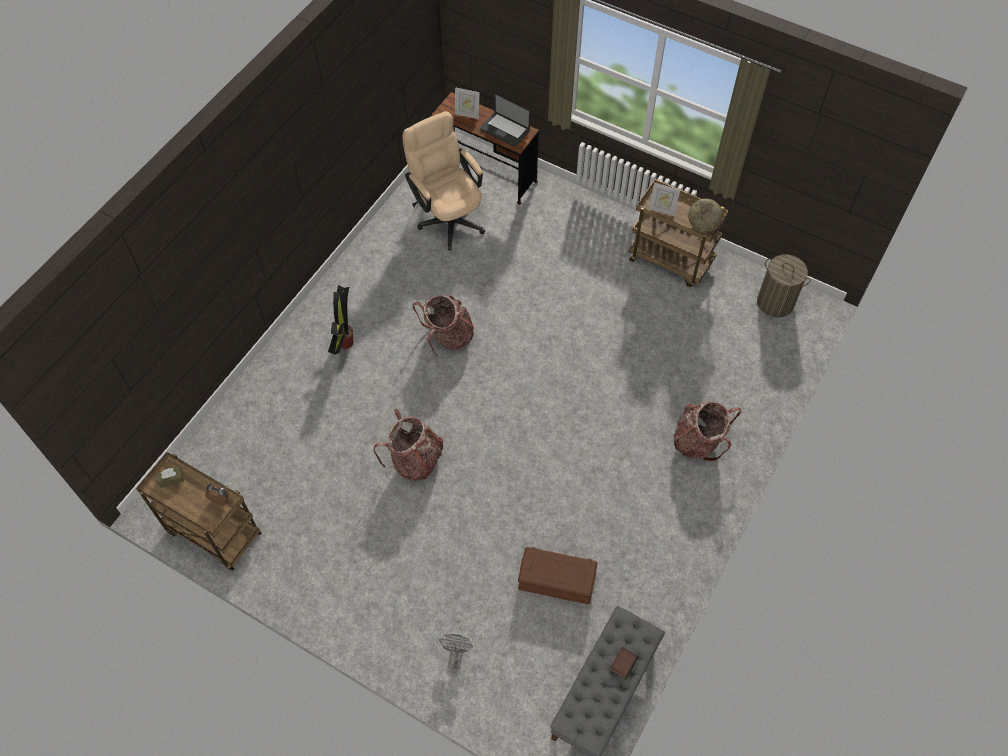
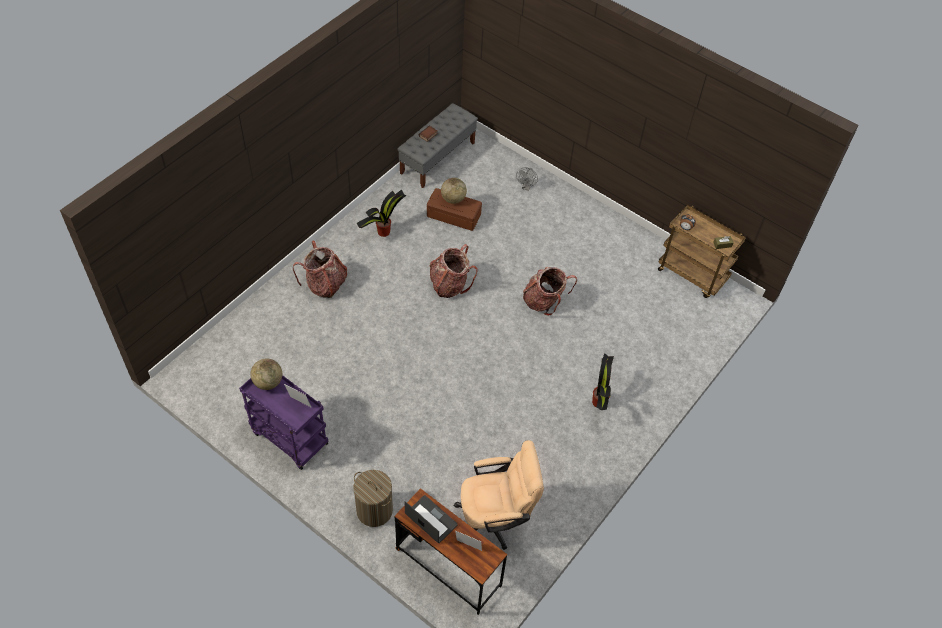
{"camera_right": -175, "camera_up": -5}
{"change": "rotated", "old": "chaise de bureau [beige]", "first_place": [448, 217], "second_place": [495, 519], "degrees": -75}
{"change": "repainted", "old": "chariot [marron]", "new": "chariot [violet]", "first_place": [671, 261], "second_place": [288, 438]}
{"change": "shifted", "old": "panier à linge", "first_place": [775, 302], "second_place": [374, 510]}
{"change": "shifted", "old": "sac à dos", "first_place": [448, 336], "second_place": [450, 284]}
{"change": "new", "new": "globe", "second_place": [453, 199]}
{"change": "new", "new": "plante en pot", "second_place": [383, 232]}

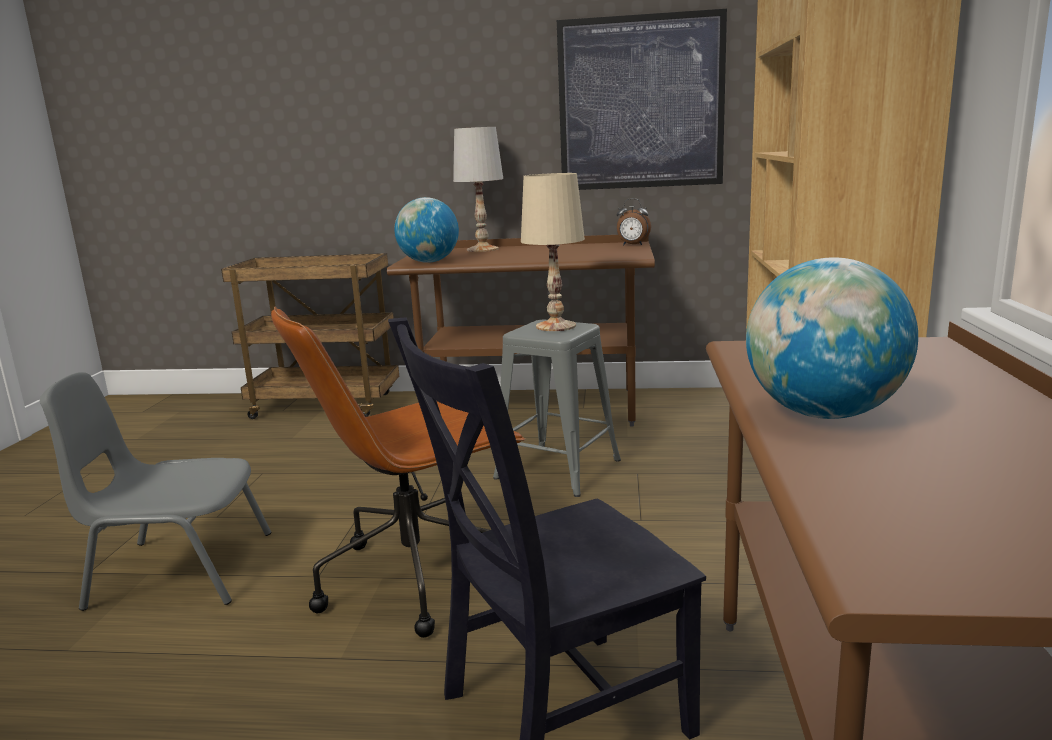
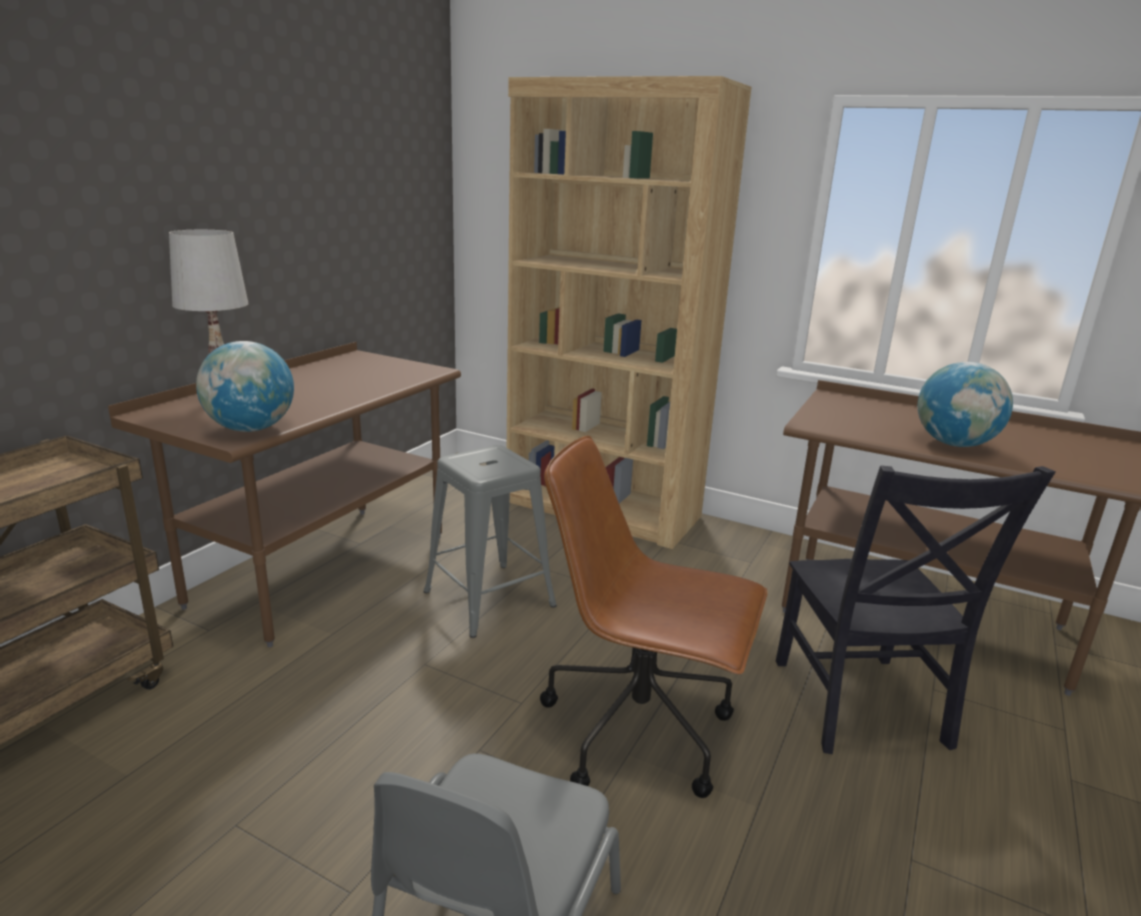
{"camera_right": -70, "camera_up": 5}
{"change": "gone", "old": "tableau", "first_place": [640, 103]}
{"change": "gone", "old": "lampe de table [beige]", "first_place": [556, 326]}
{"change": "gone", "old": "réveil", "first_place": [632, 245]}
{"change": "rotated", "old": "chaise de bureau [marron]", "first_place": [417, 577], "second_place": [641, 731], "degrees": 120}

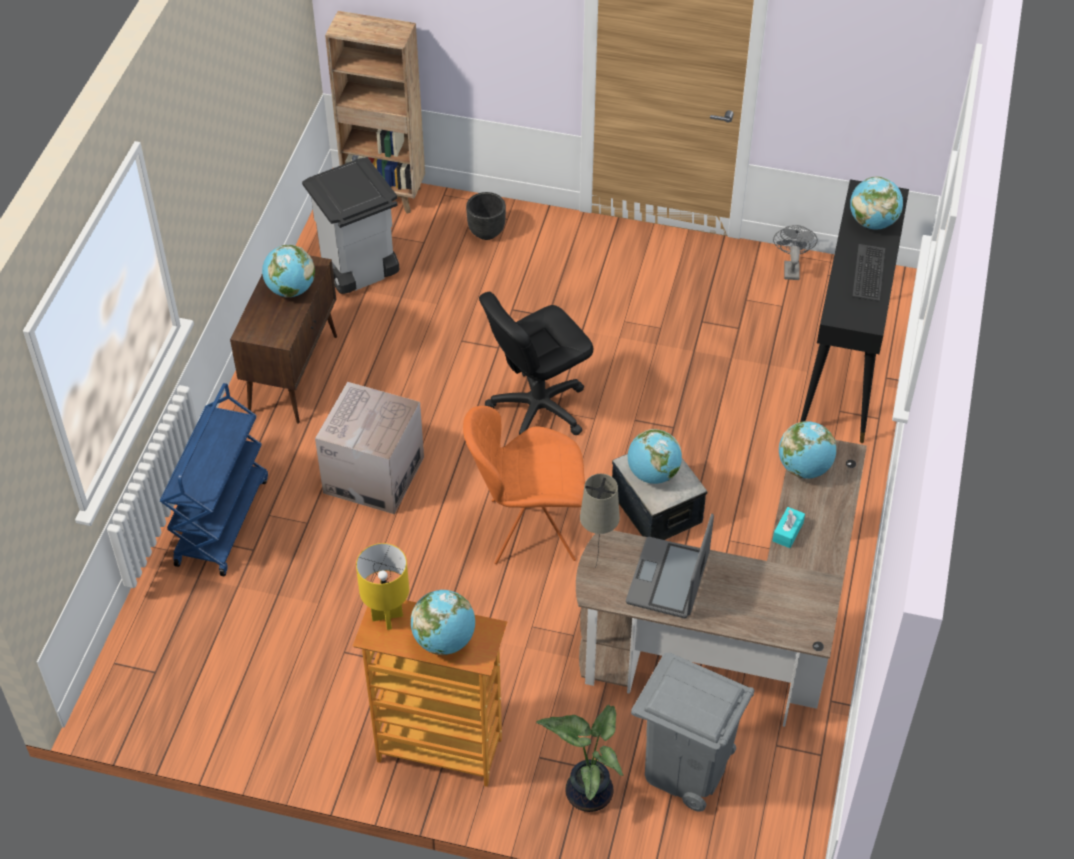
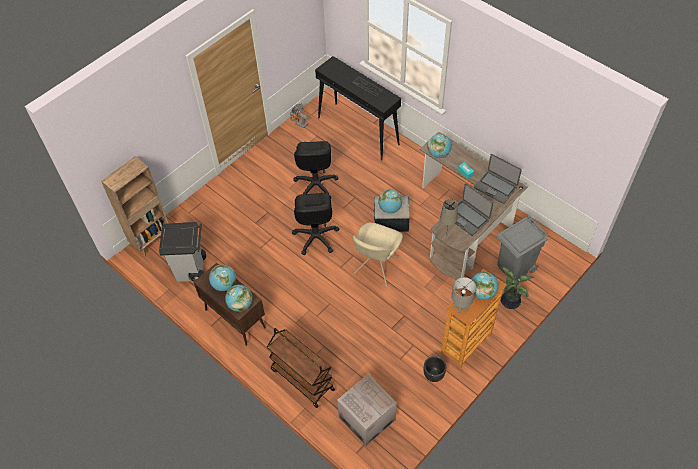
{"camera_right": -60, "camera_up": 5}
{"change": "shifted", "old": "globe", "first_place": [872, 222], "second_place": [240, 304]}
{"change": "shifted", "old": "cache-pot [noir]", "first_place": [486, 232], "second_place": [433, 375]}
{"change": "shifted", "old": "carton", "first_place": [373, 475], "second_place": [367, 418]}
{"change": "repainted", "old": "chariot [bleu]", "new": "chariot [marron]", "first_place": [221, 520], "second_place": [302, 379]}
{"change": "repainted", "old": "chaise [orange]", "new": "chaise [beige]", "first_place": [528, 530], "second_place": [376, 267]}
{"change": "repainted", "old": "lampe de table [jaune]", "new": "lampe de table [gris]", "first_place": [387, 617], "second_place": [460, 308]}
{"change": "new", "new": "chaise de bureau [noir]", "second_place": [315, 185]}
{"change": "new", "new": "ordinateur portable", "second_place": [495, 187]}

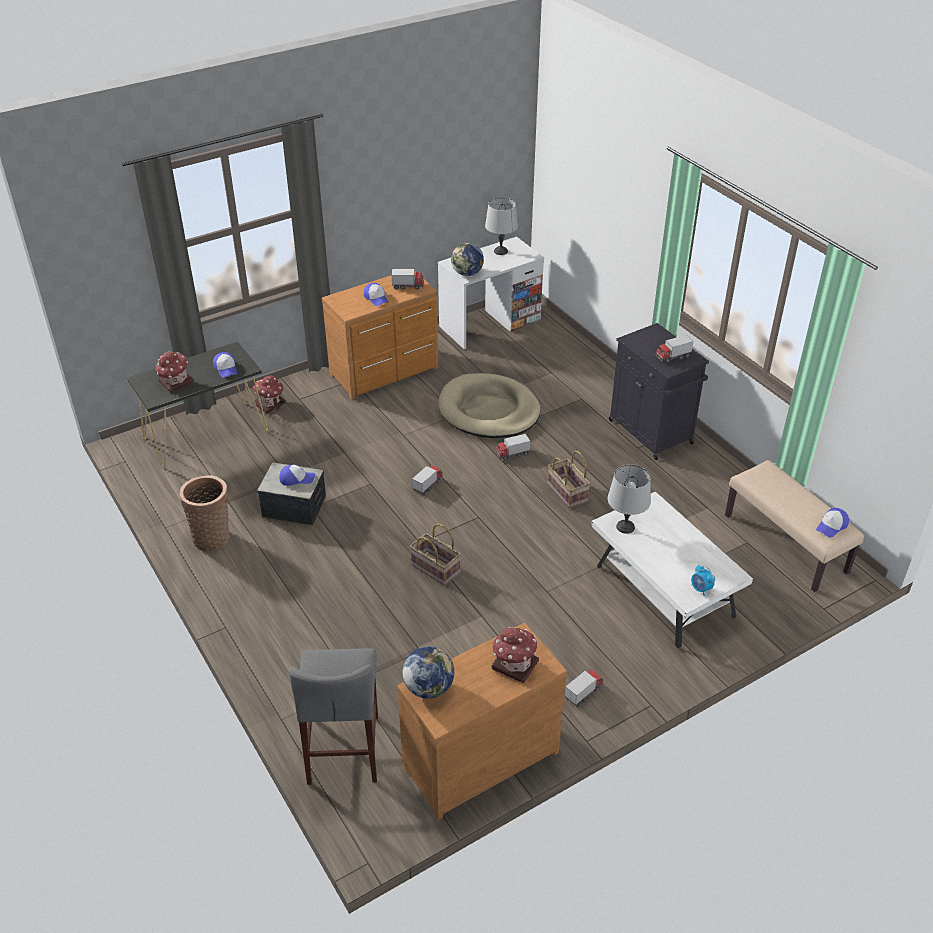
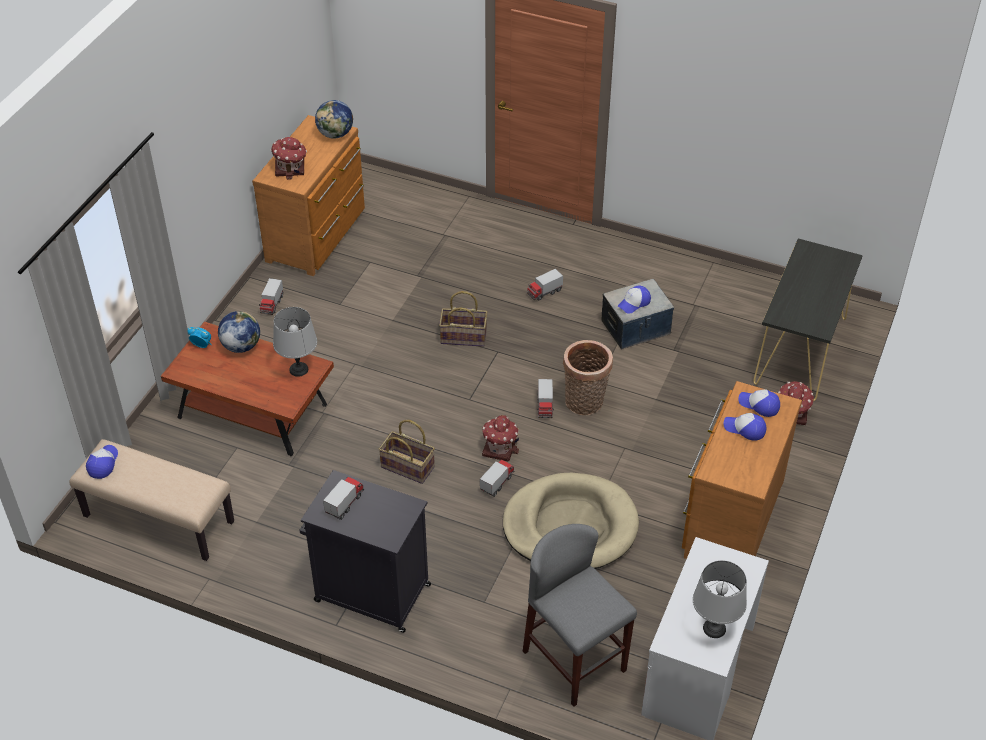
{"camera_right": 145, "camera_up": 5}
{"change": "shifted", "old": "globe", "first_place": [467, 273], "second_place": [241, 346]}
{"change": "shifted", "old": "camion jouet", "first_place": [408, 286], "second_place": [544, 292]}
{"change": "shifted", "old": "maison miniature", "first_place": [175, 382], "second_place": [500, 447]}
{"change": "shifted", "old": "casquette", "first_place": [226, 368], "second_place": [759, 405]}
{"change": "shifted", "old": "panier", "first_place": [212, 537], "second_place": [585, 403]}
{"change": "repainted", "old": "table basse [blanc]", "new": "table basse [marron]", "first_place": [663, 592], "second_place": [253, 412]}
{"change": "shifted", "old": "tabouret [gris]", "first_place": [344, 749], "second_place": [574, 661]}

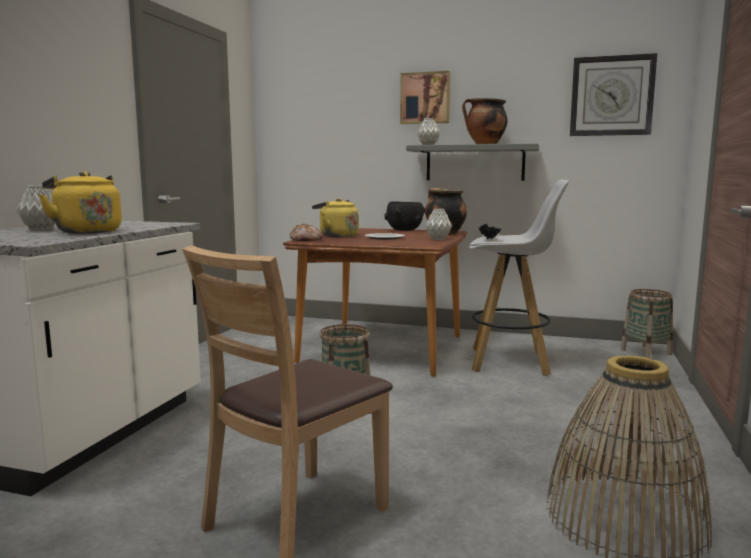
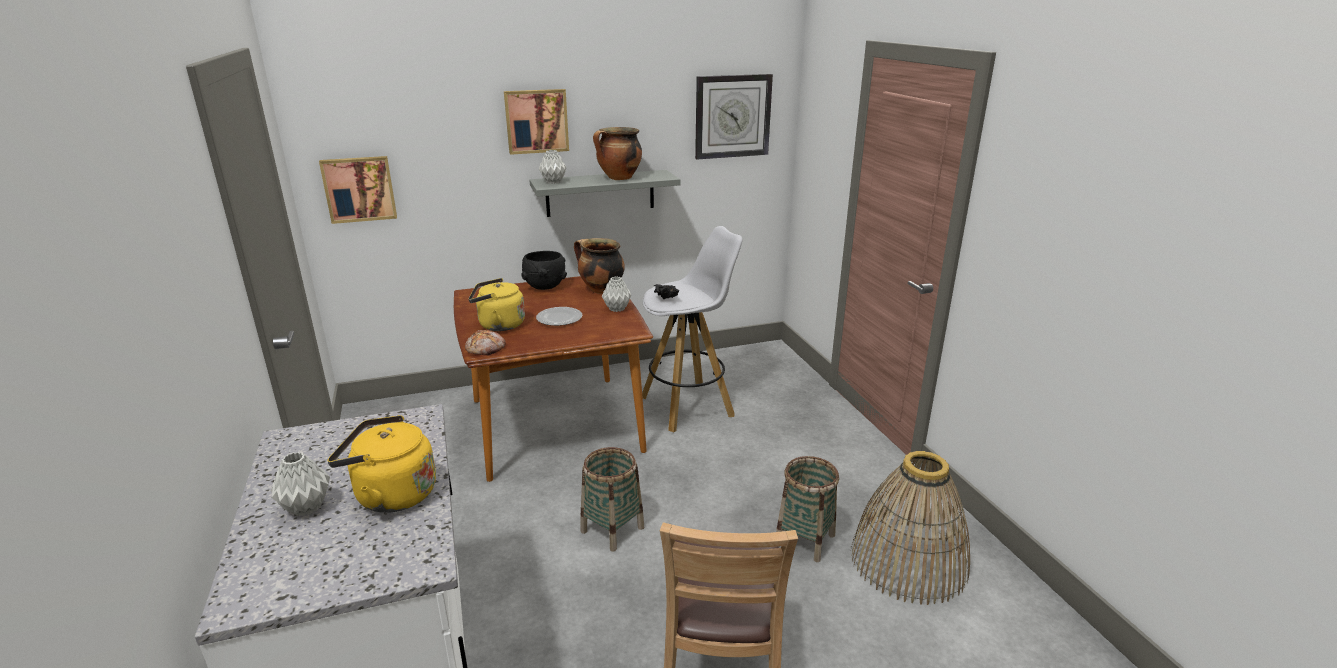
{"camera_right": -35, "camera_up": 15}
{"change": "shifted", "old": "panier", "first_place": [646, 352], "second_place": [805, 540]}
{"change": "new", "new": "tableau", "second_place": [359, 189]}

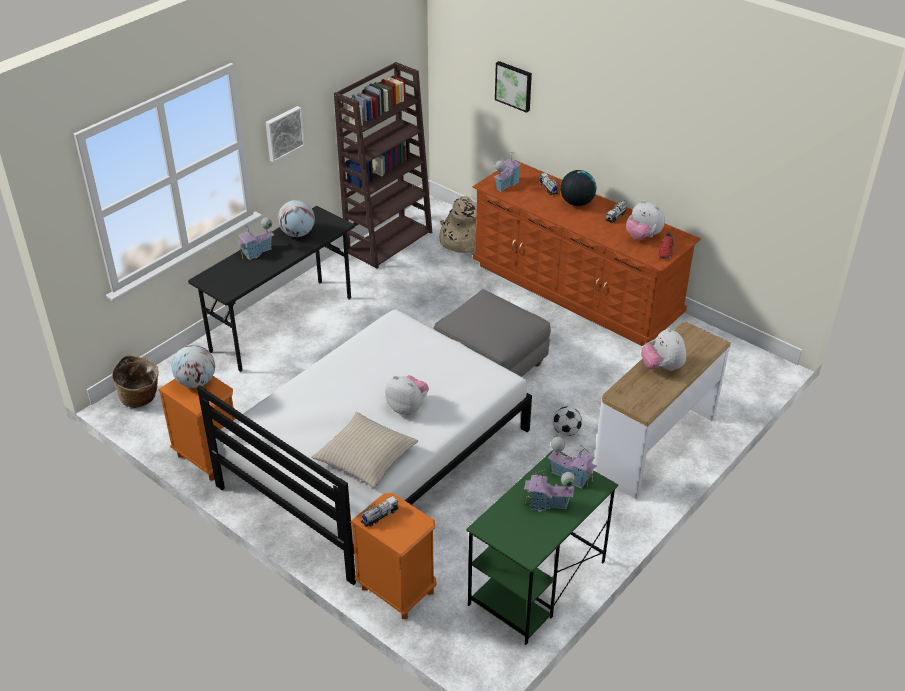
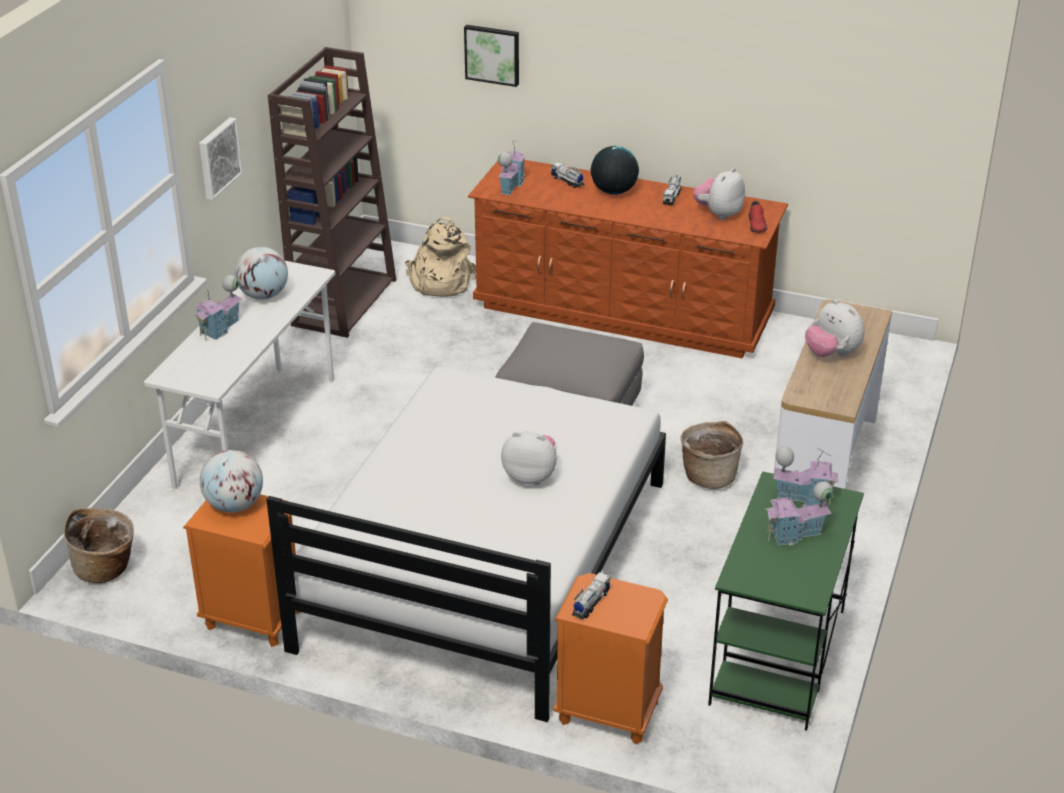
{"camera_right": -20, "camera_up": -5}
{"change": "rotated", "old": "peluche", "first_place": [643, 236], "second_place": [718, 214], "degrees": 105}
{"change": "repainted", "old": "bureau [noir]", "new": "bureau [blanc]", "first_place": [282, 324], "second_place": [256, 431]}
{"change": "swapped", "old": "ballon de foot", "new": "panier", "first_place": [566, 431], "second_place": [709, 475]}
{"change": "gone", "old": "coussin [beige]", "first_place": [365, 457]}

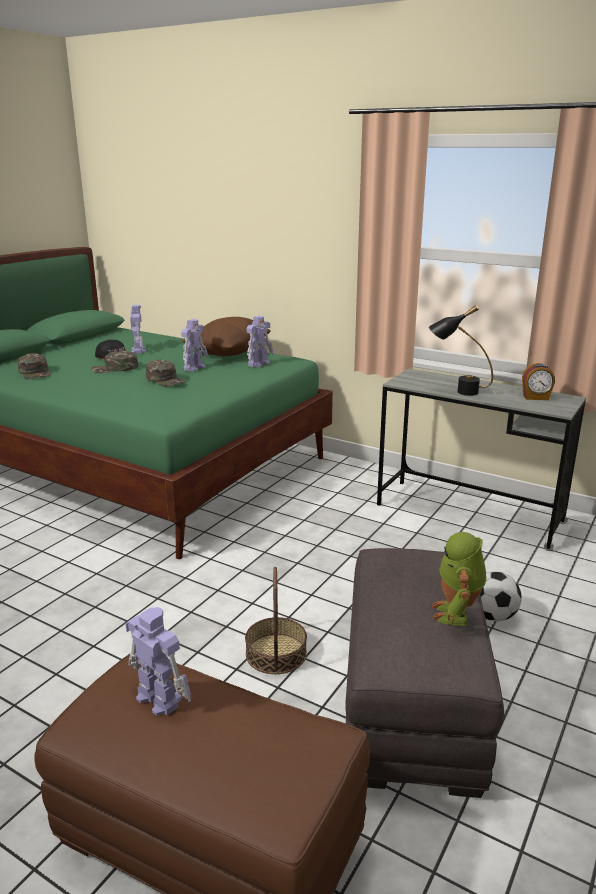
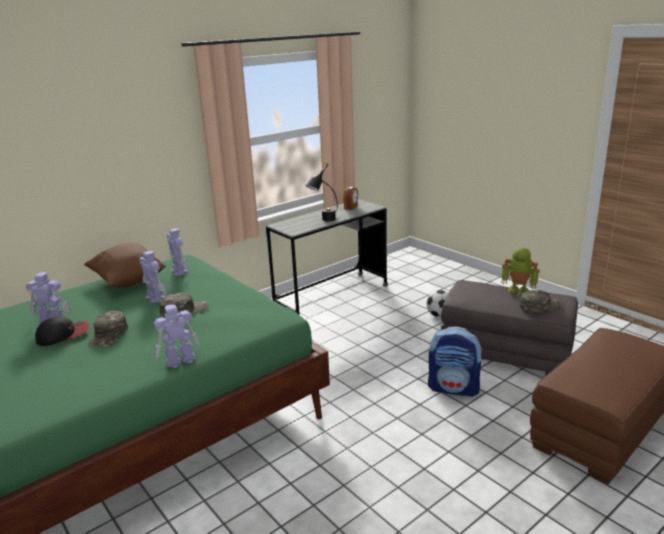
{"camera_right": -70, "camera_up": 0}
{"change": "shifted", "old": "casquette [vert]", "first_place": [35, 373], "second_place": [540, 305]}
{"change": "swapped", "old": "panier", "new": "sac à dos", "first_place": [276, 653], "second_place": [454, 388]}
{"change": "shifted", "old": "robot jouet", "first_place": [158, 698], "second_place": [179, 361]}

